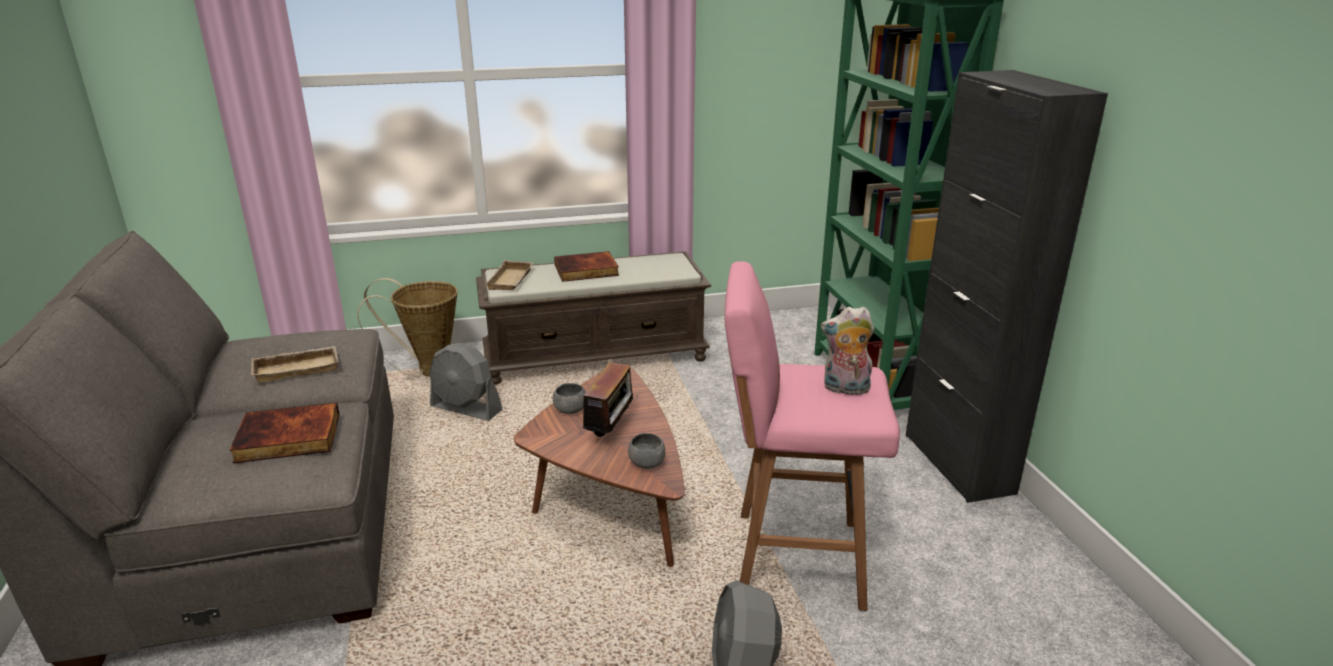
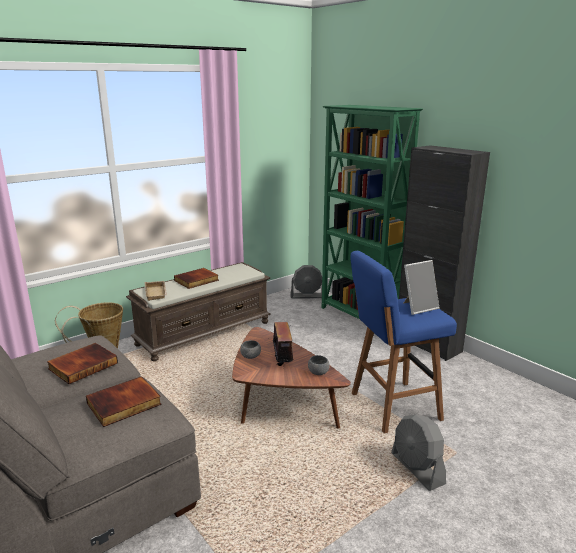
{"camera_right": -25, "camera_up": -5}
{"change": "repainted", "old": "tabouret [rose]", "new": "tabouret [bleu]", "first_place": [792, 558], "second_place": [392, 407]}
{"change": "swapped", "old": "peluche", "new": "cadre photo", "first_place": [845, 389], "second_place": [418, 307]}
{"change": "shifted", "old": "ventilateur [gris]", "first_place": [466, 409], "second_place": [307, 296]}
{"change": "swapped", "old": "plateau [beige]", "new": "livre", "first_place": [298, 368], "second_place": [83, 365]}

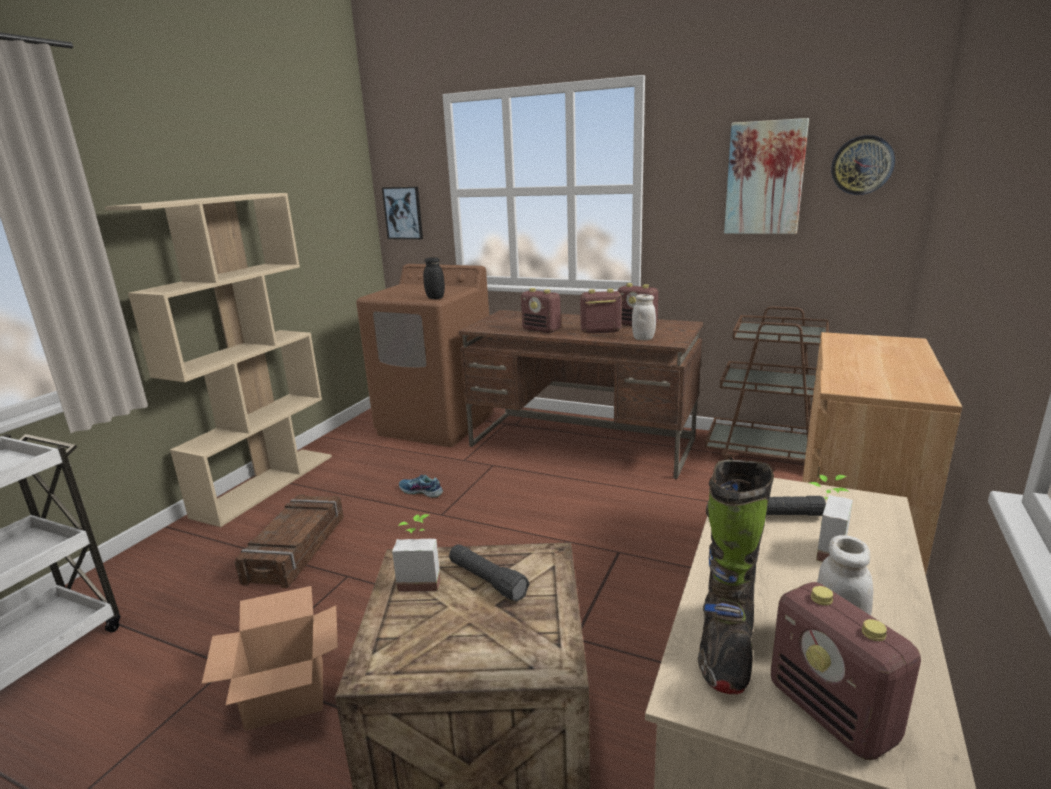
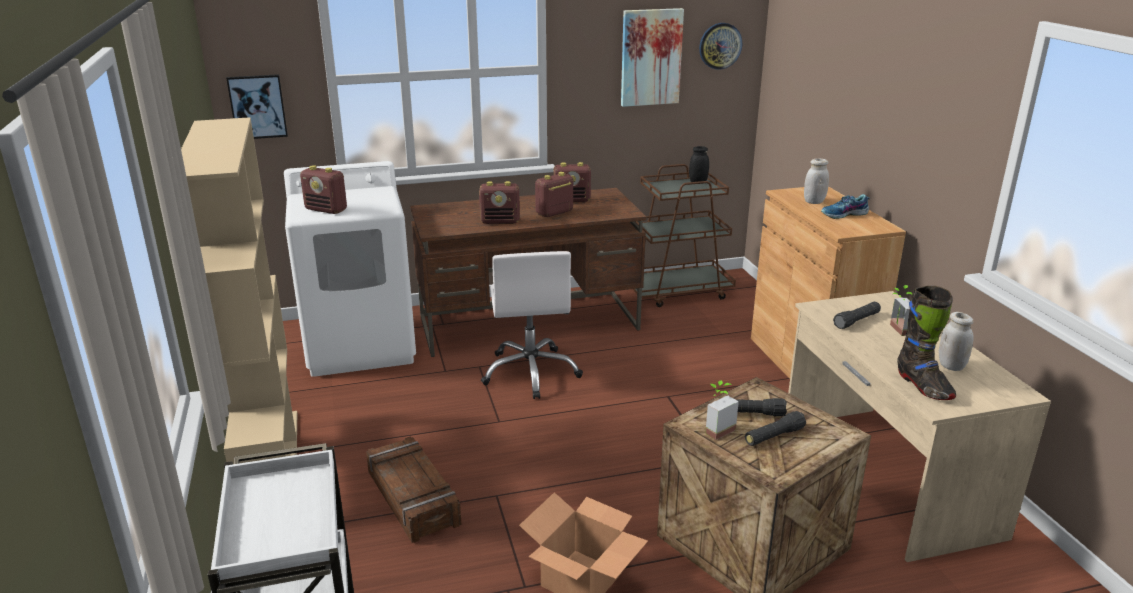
{"camera_right": -40, "camera_up": 5}
{"change": "shifted", "old": "bocal [noir]", "first_place": [435, 298], "second_place": [698, 182]}
{"change": "repainted", "old": "lave-linge [marron]", "new": "lave-linge [blanc]", "first_place": [437, 424], "second_place": [361, 345]}
{"change": "shifted", "old": "bocal [blanc]", "first_place": [643, 338], "second_place": [814, 201]}
{"change": "shifted", "old": "chaussure", "first_place": [420, 492], "second_place": [844, 214]}
{"change": "shifted", "old": "radio", "first_place": [832, 713], "second_place": [326, 210]}
{"change": "new", "new": "chaise de bureau [blanc]", "second_place": [531, 372]}
{"change": "new", "new": "lampe de poche [noir]", "second_place": [774, 436]}

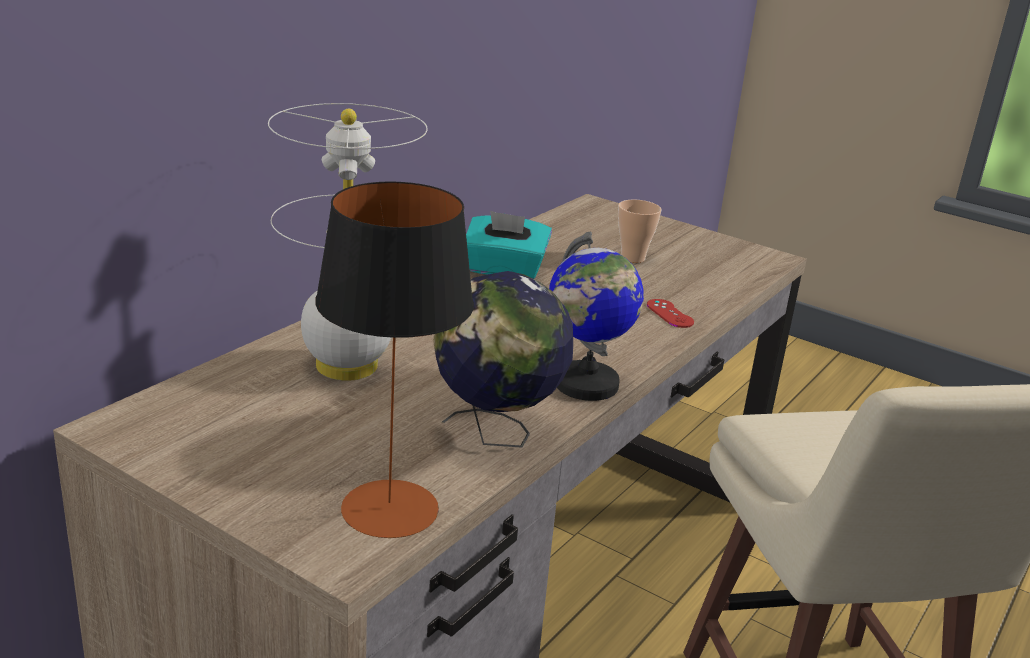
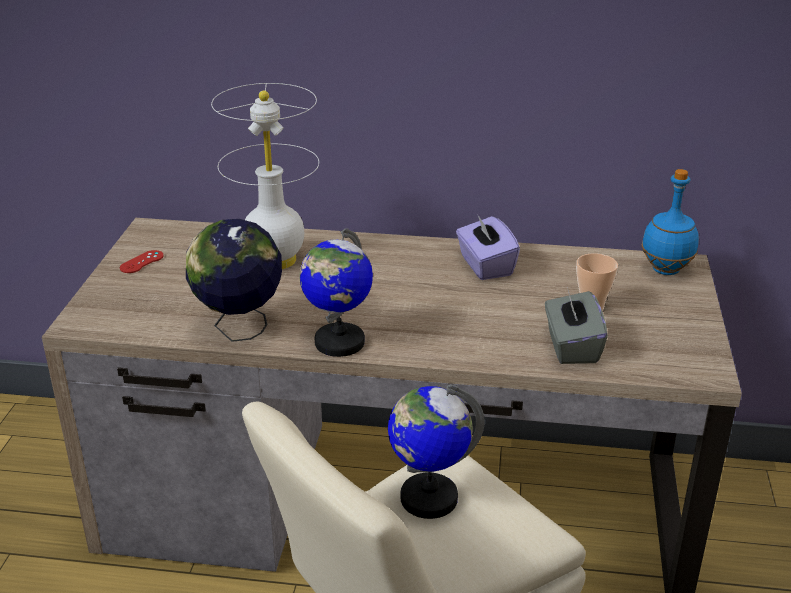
{"camera_right": 65, "camera_up": 5}
{"change": "gone", "old": "lampe de table", "first_place": [389, 509]}
{"change": "repainted", "old": "boîte à mouchoirs [turquoise]", "new": "boîte à mouchoirs [violet]", "first_place": [504, 270], "second_place": [485, 266]}
{"change": "shifted", "old": "manette [rouge]", "first_place": [669, 314], "second_place": [142, 262]}
{"change": "new", "new": "bouteille [bleu]", "second_place": [664, 270]}
{"change": "new", "new": "boîte à mouchoirs [gris]", "second_place": [571, 347]}
{"change": "new", "new": "globe", "second_place": [428, 498]}

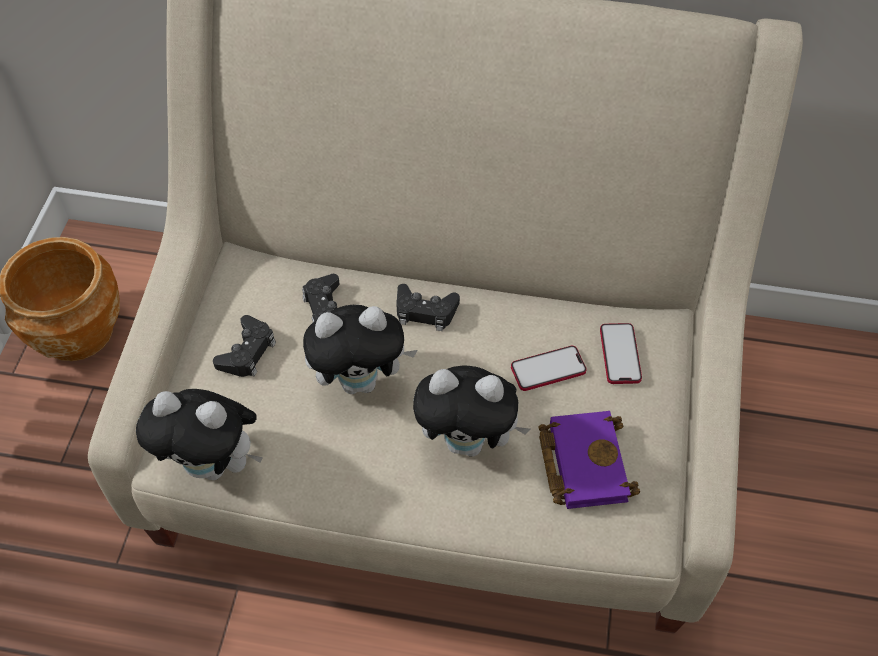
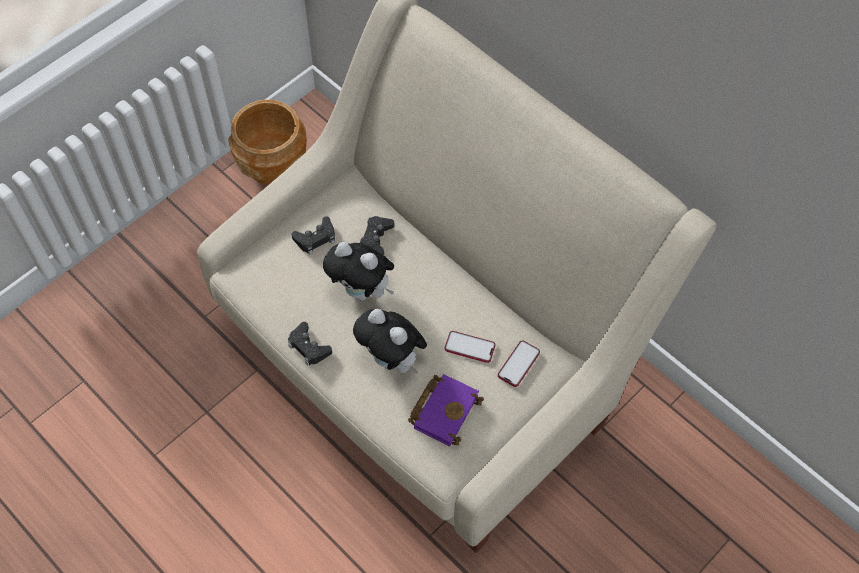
{"camera_right": 35, "camera_up": 5}
{"change": "shifted", "old": "manette [noir]", "first_place": [425, 311], "second_place": [308, 347]}
{"change": "gone", "old": "peluche", "first_place": [214, 465]}

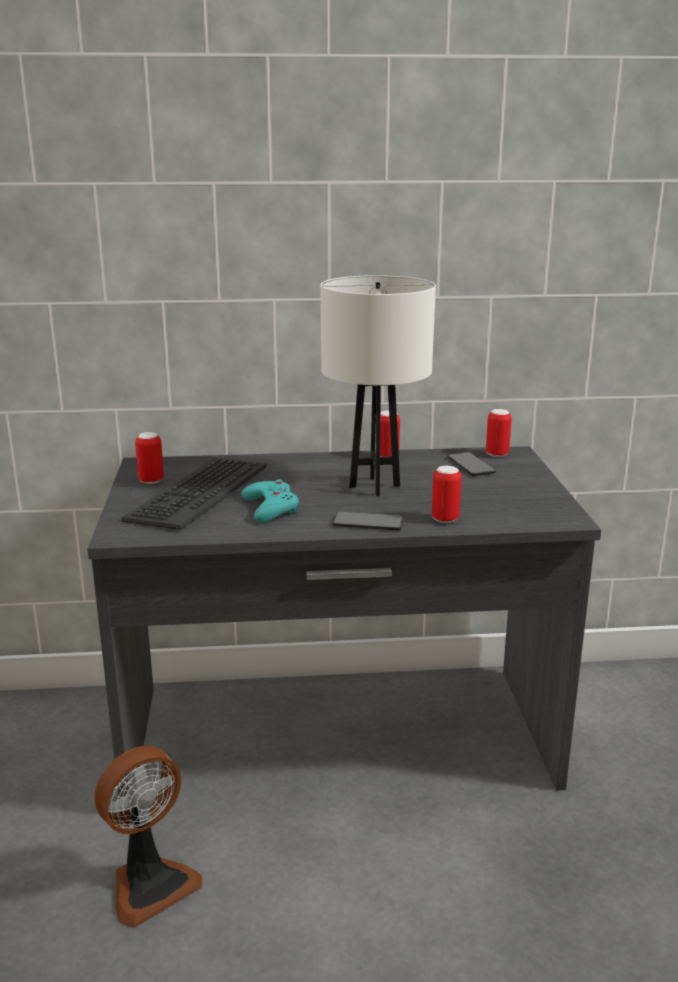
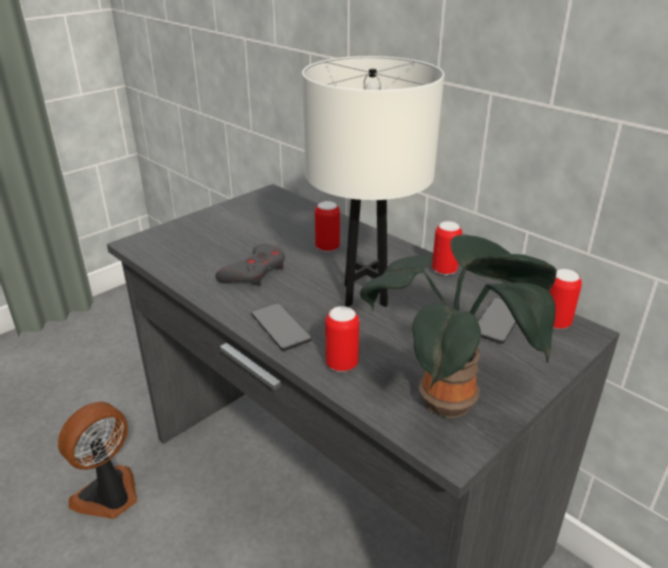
{"camera_right": 50, "camera_up": 10}
{"change": "shifted", "old": "boîte métallique", "first_place": [151, 481], "second_place": [327, 248]}
{"change": "gone", "old": "clavier", "first_place": [197, 493]}
{"change": "repainted", "old": "manette [turquoise]", "new": "manette [gris]", "first_place": [270, 507], "second_place": [254, 272]}
{"change": "rotated", "old": "ventilateur", "first_place": [150, 884], "second_place": [109, 496], "degrees": 120}
{"change": "new", "new": "plante en pot", "second_place": [452, 400]}

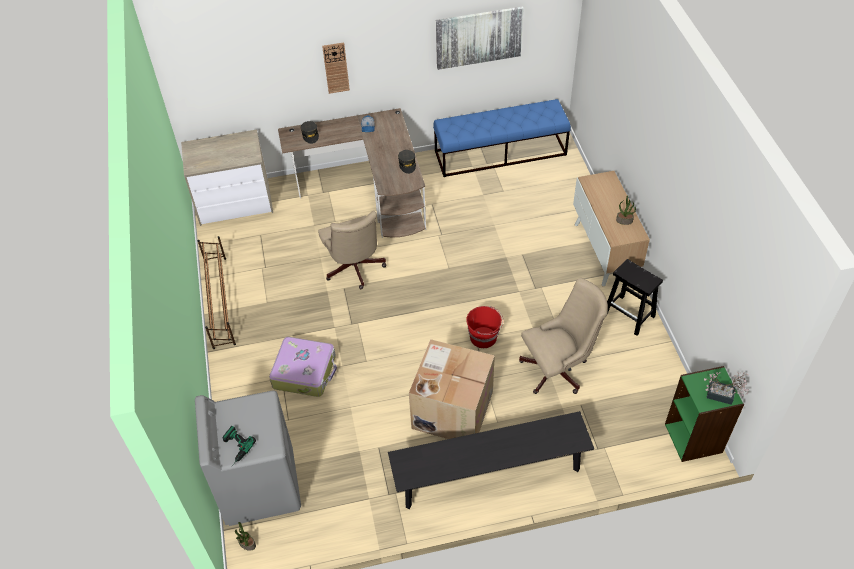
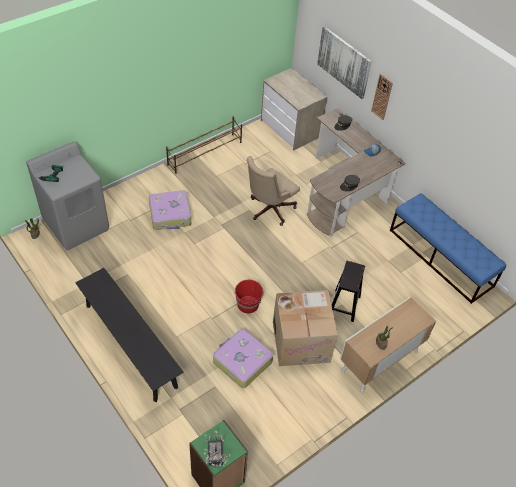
{"camera_right": 60, "camera_up": 0}
{"change": "shifted", "old": "tableau", "first_place": [479, 37], "second_place": [344, 62]}
{"change": "shifted", "old": "tabouret [noir]", "first_place": [629, 315], "second_place": [344, 305]}
{"change": "swapped", "old": "chaise de bureau [beige]", "new": "valise", "first_place": [558, 369], "second_place": [241, 362]}
{"change": "shifted", "old": "carton", "first_place": [451, 409], "second_place": [301, 341]}

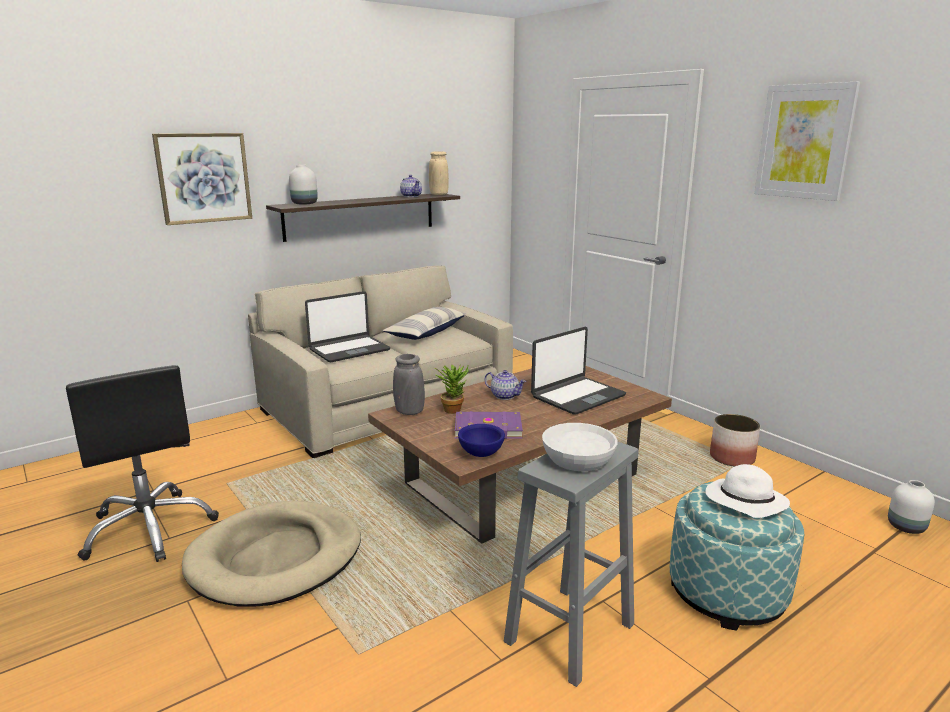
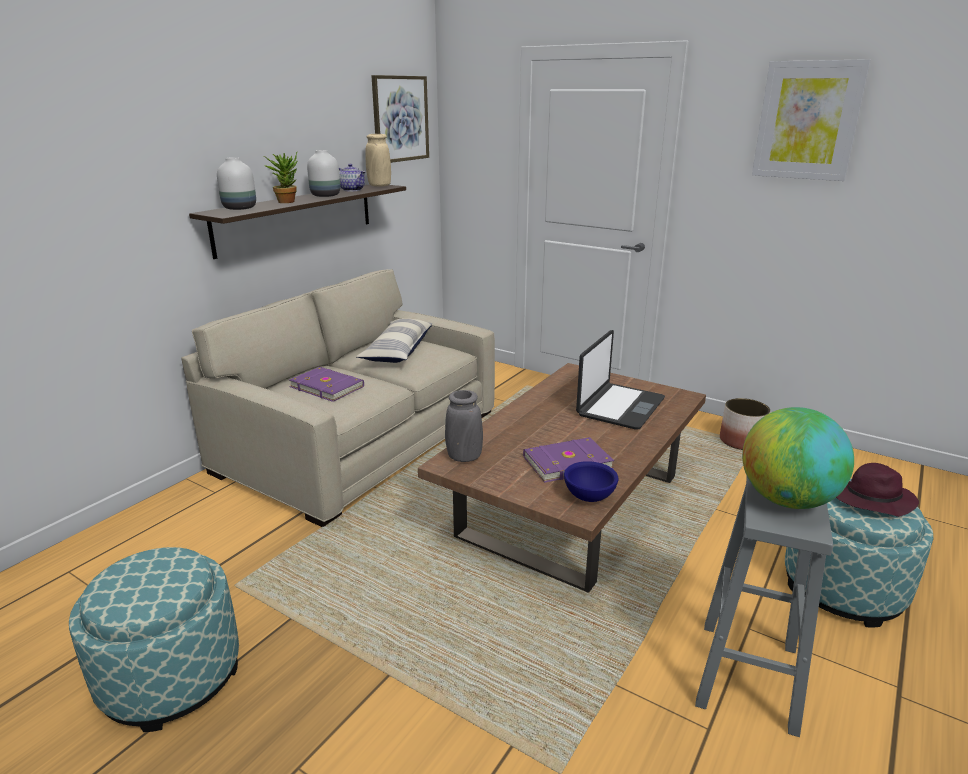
{"camera_right": -20, "camera_up": 5}
{"change": "shifted", "old": "tableau", "first_place": [204, 178], "second_place": [400, 119]}
{"change": "swapped", "old": "ordinateur portable", "new": "livre [violet]", "first_place": [349, 350], "second_place": [327, 386]}
{"change": "shifted", "old": "plante en pot", "first_place": [453, 409], "second_place": [287, 201]}
{"change": "swapped", "old": "chaise de bureau [noir]", "new": "pouf", "first_place": [150, 528], "second_place": [171, 676]}
{"change": "gone", "old": "théière", "first_place": [504, 396]}
{"change": "swapped", "old": "bol [blanc]", "new": "globe", "first_place": [578, 460], "second_place": [787, 500]}
{"change": "repainted", "old": "chapeau [blanc]", "new": "chapeau [violet]", "first_place": [744, 502], "second_place": [870, 500]}
{"change": "shifted", "old": "vase [blanc]", "first_place": [905, 526], "second_place": [325, 195]}
{"change": "gone", "old": "panier pour chien [beige]", "first_place": [276, 558]}

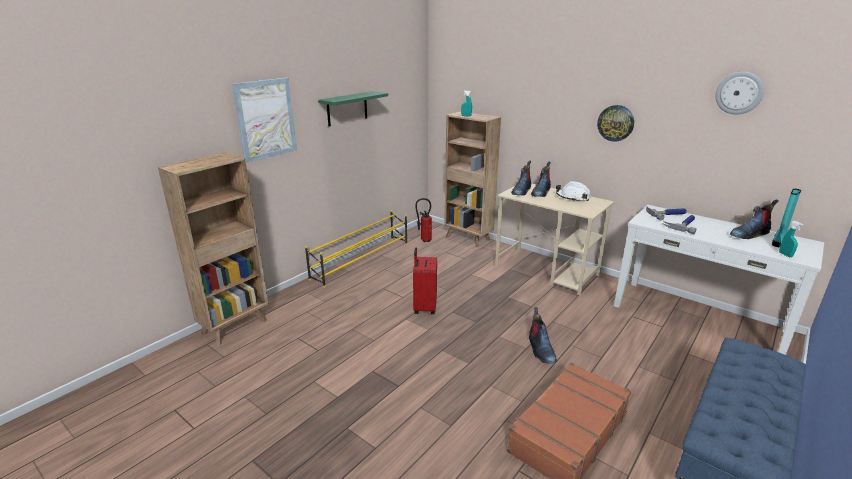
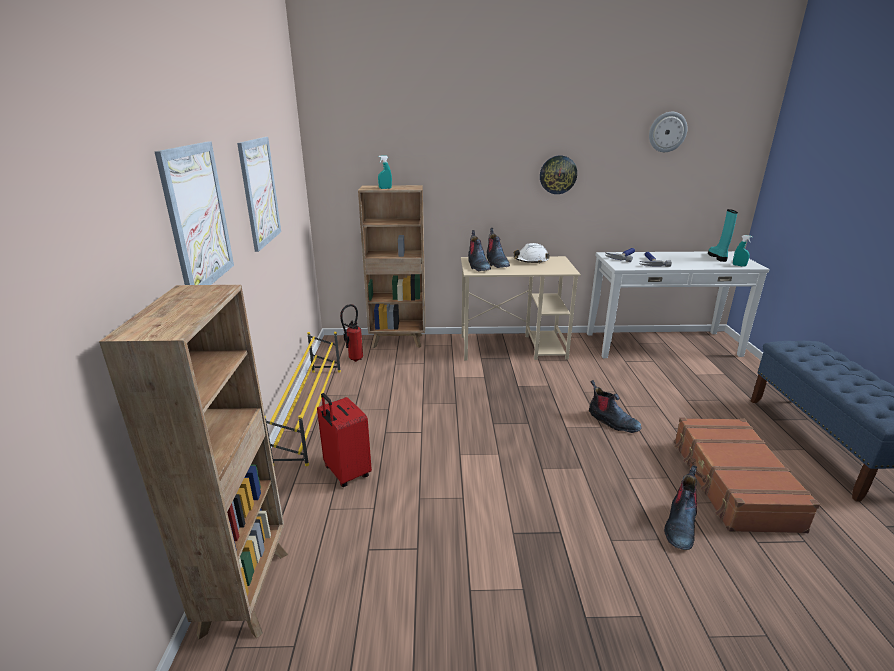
{"camera_right": -40, "camera_up": 0}
{"change": "swapped", "old": "étagère [vert]", "new": "tableau", "first_place": [347, 108], "second_place": [259, 192]}
{"change": "shifted", "old": "botte", "first_place": [749, 234], "second_place": [680, 525]}
{"change": "shifted", "old": "valise [rouge]", "first_place": [424, 307], "second_place": [346, 473]}

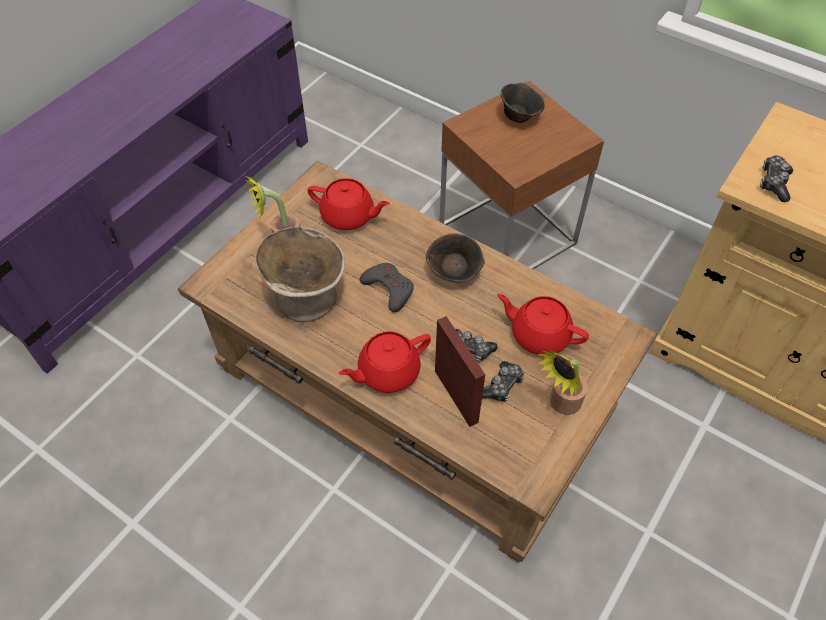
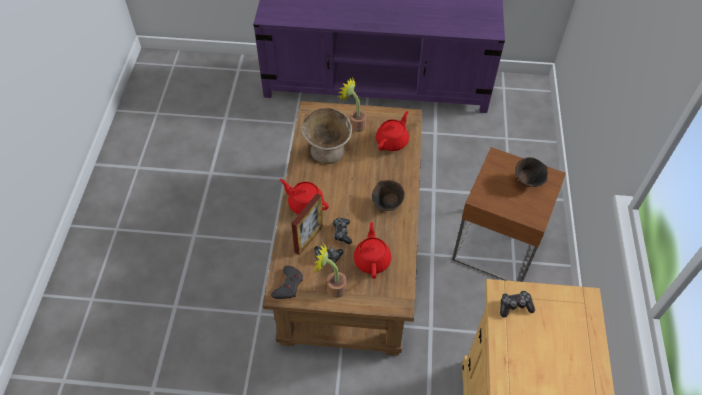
{"camera_right": 60, "camera_up": 0}
{"change": "rotated", "old": "théière [rouge]", "first_place": [348, 216], "second_place": [392, 141], "degrees": -135}
{"change": "shifted", "old": "manette [gris]", "first_place": [389, 289], "second_place": [288, 285]}

